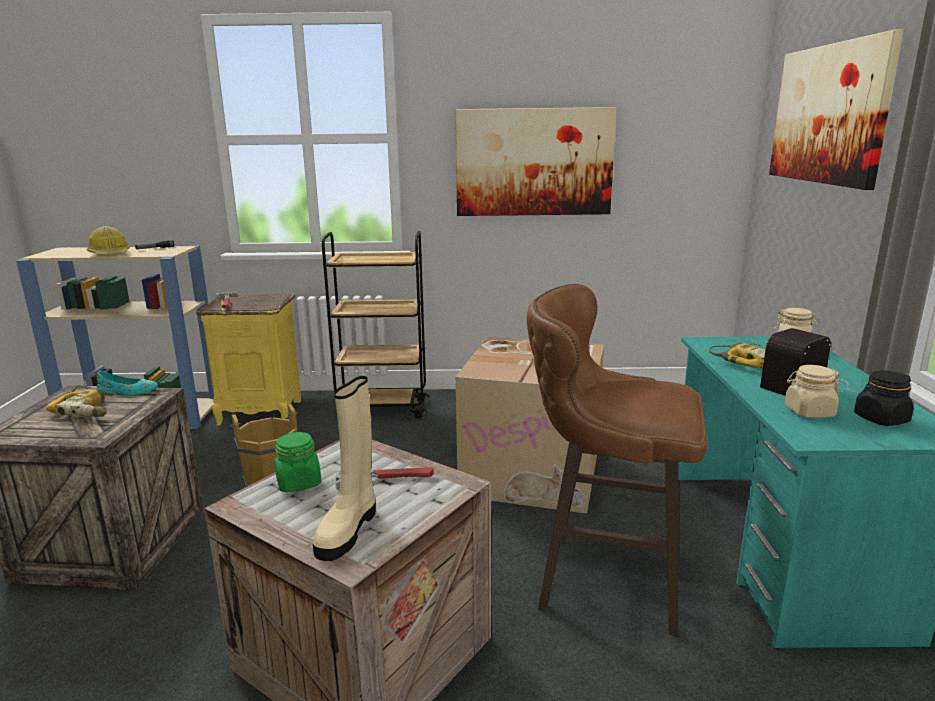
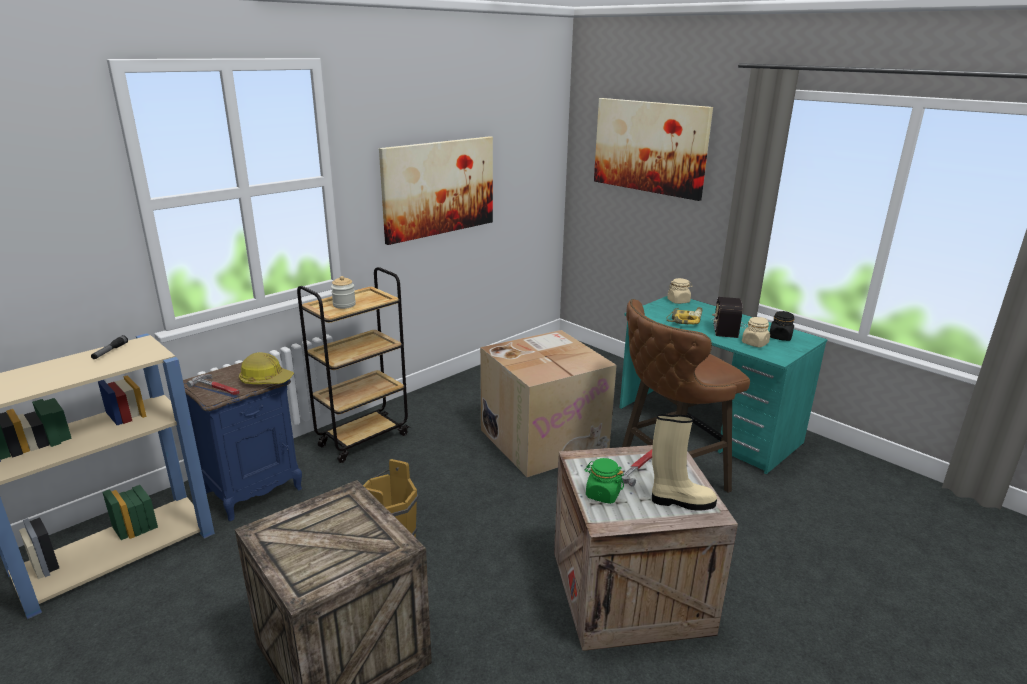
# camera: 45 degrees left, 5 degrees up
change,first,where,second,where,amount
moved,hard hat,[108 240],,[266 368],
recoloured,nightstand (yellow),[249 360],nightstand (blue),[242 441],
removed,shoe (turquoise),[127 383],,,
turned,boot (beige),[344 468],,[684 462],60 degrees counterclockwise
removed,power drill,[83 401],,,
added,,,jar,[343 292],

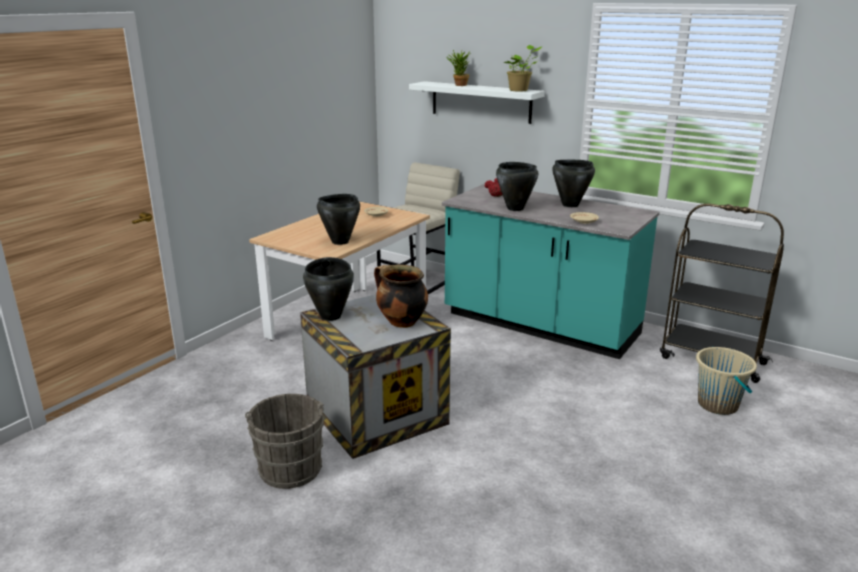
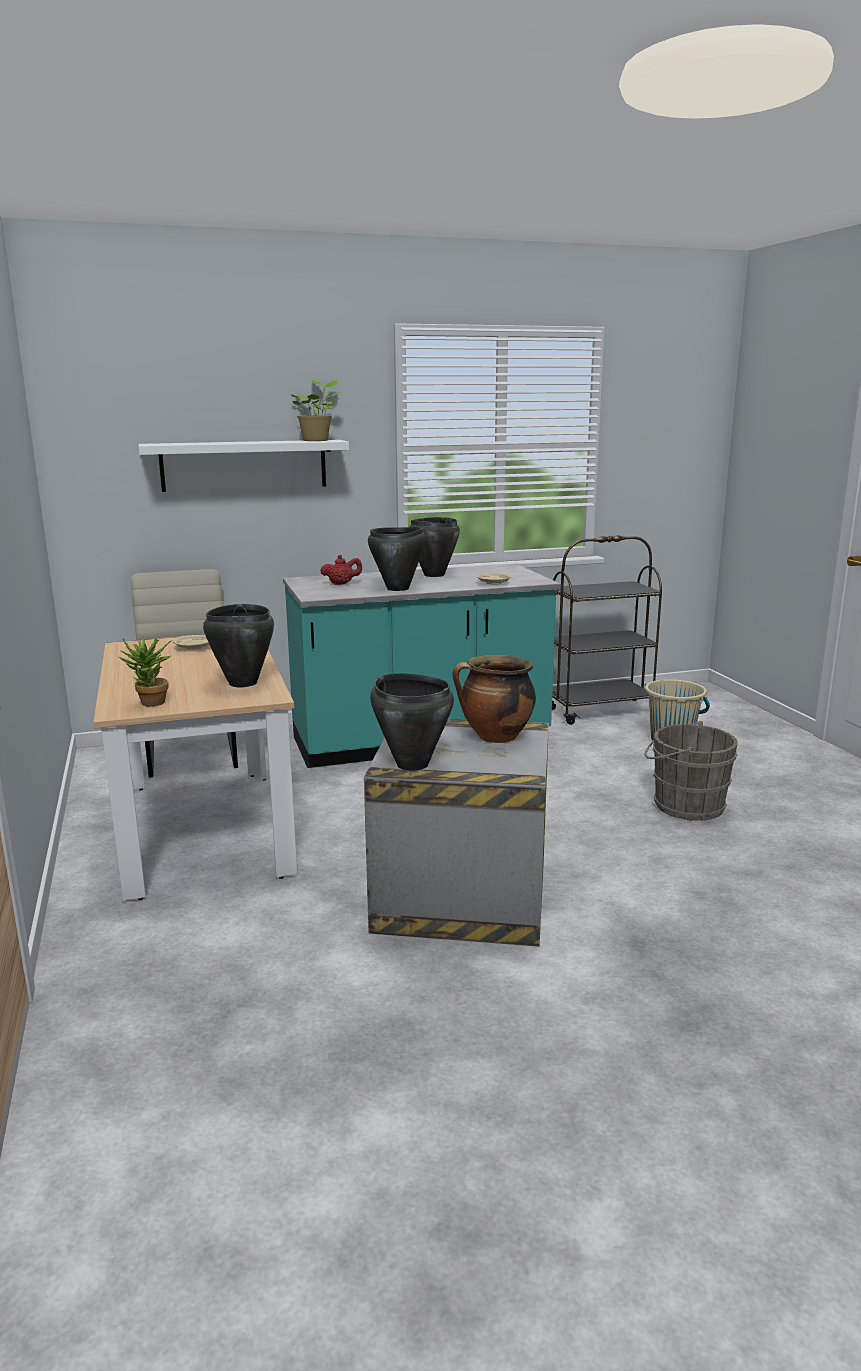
# camera: 50 degrees left, 5 degrees down
change,first,where,second,where,amount
moved,potted plant,[458 68],,[146 670],
moved,bucket (grey),[284 441],,[691 771],

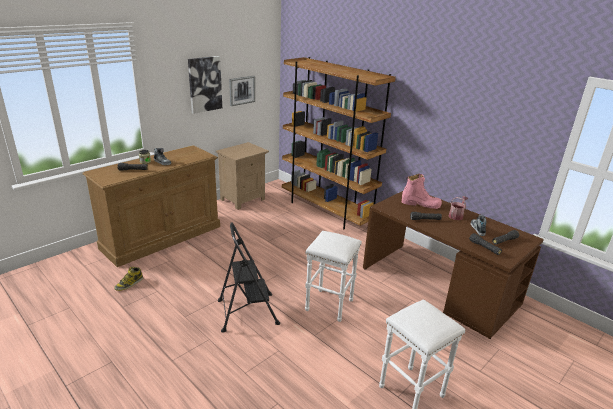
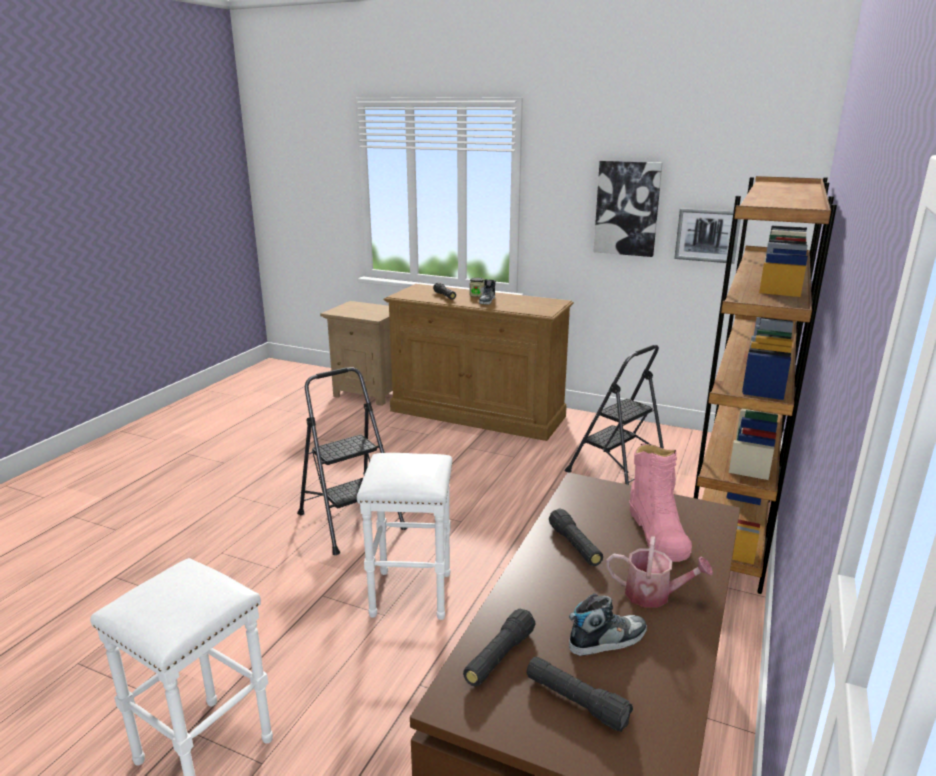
# camera: 70 degrees right, 5 degrees down
change,first,where,second,where,amount
moved,nightstand (beige),[242 176],,[356 353],
removed,boot,[128 279],,,
added,,,step ladder (black),[614 415],

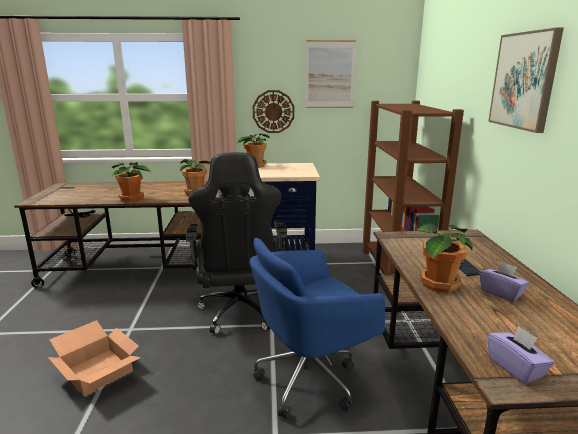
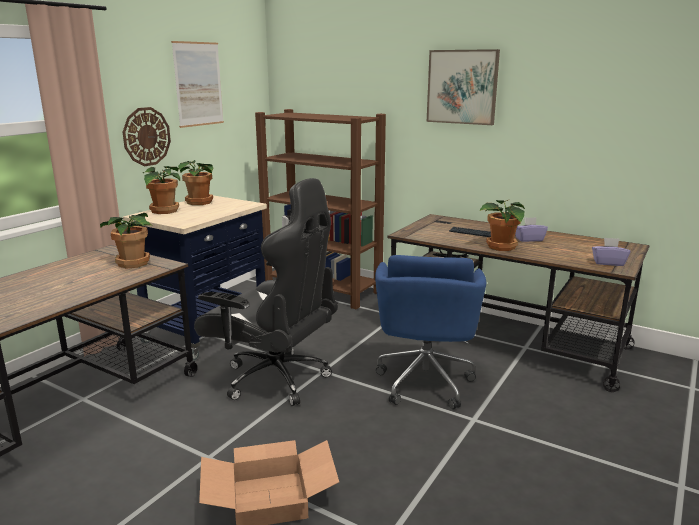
# camera: 55 degrees left, 0 degrees up
change,first,where,second,where,amount
moved,potted plant,[131 182],,[195 182],

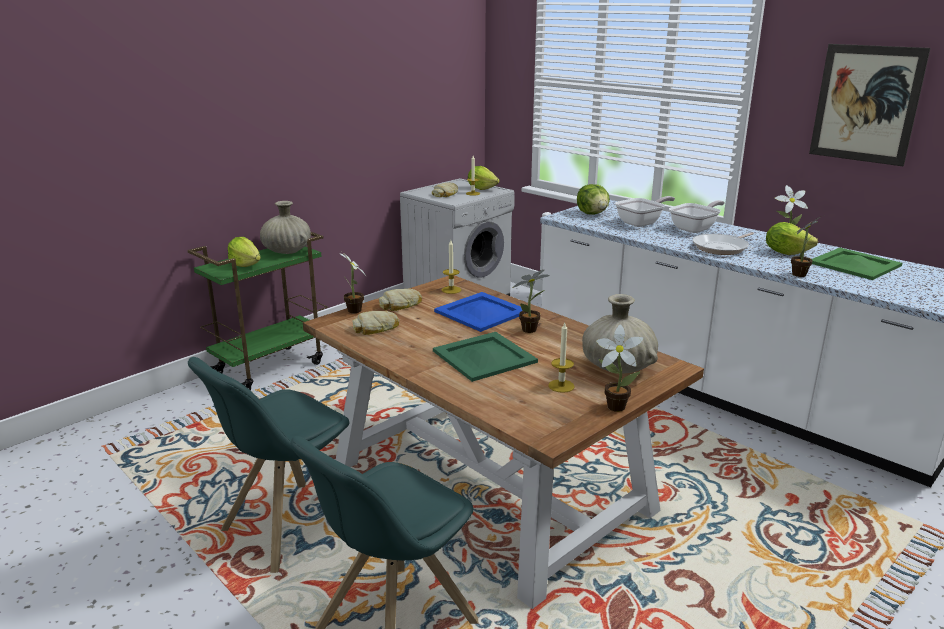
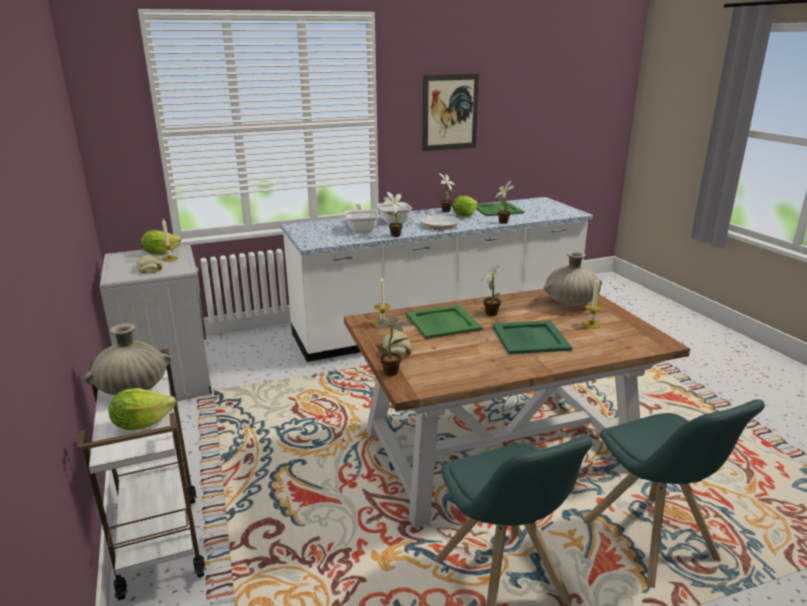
# camera: 65 degrees left, 0 degrees up
change,first,where,second,where,amount
removed,lettuce,[593 199],,,
recoloured,cart (green),[257 311],cart (white),[141 474],
recoloured,tray (blue),[478 312],tray (green),[444 322],
removed,bread,[375 323],,,
moved,potted plant,[620 368],,[395 214],

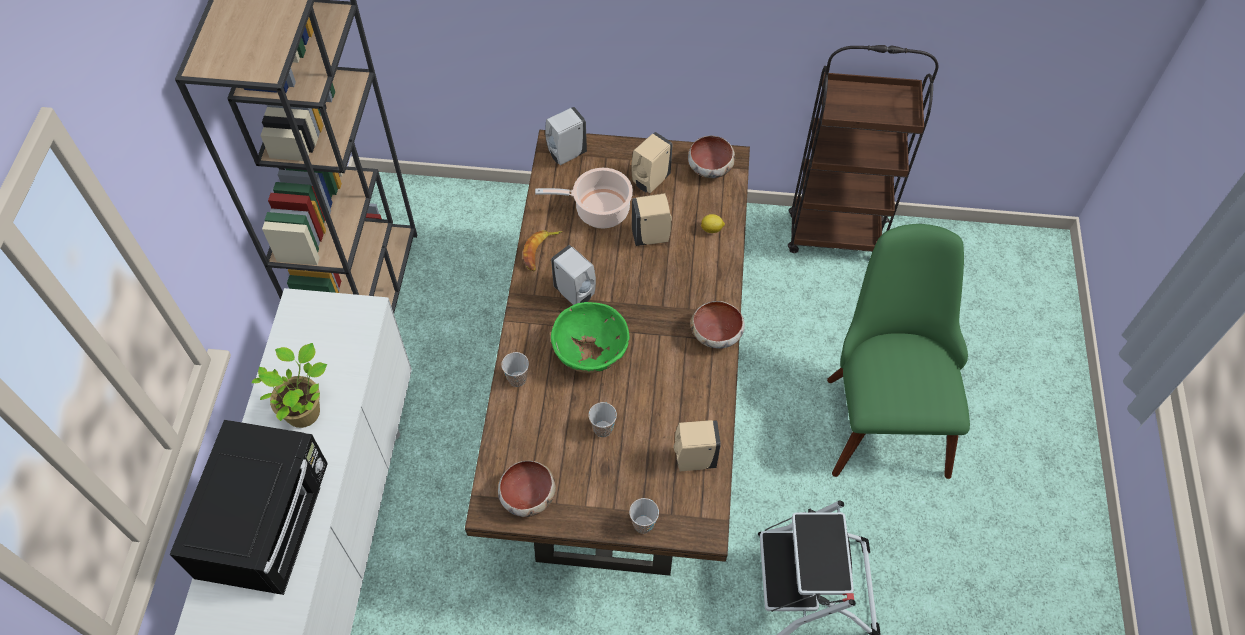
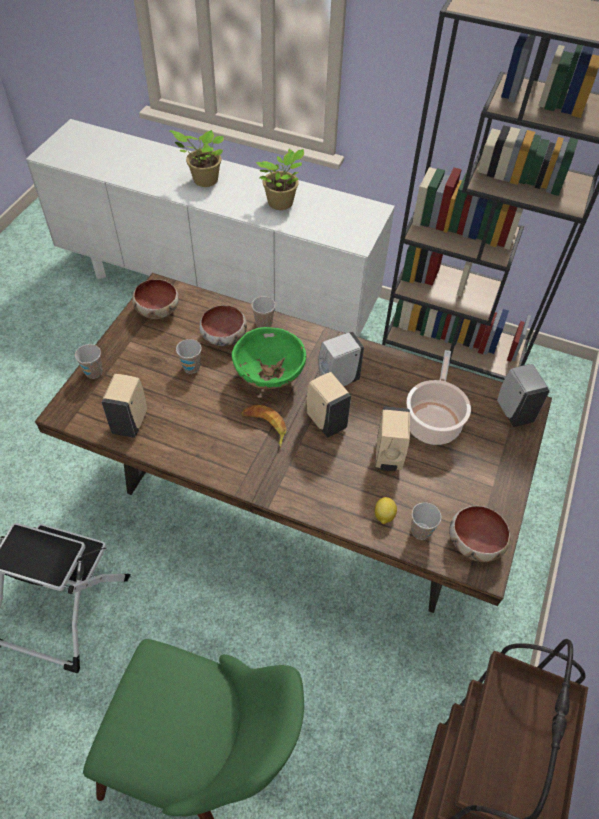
# camera: 105 degrees right, 5 degrees down
change,first,where,second,where,amount
moved,soap dispenser (beige),[651 162],,[329 405],
moved,banana,[542 250],,[264 426],
moved,bowl,[718 325],,[223 325],
replaced,microwave (black),[249 507],potted plant,[197 158],
added,,,cup,[426 521],

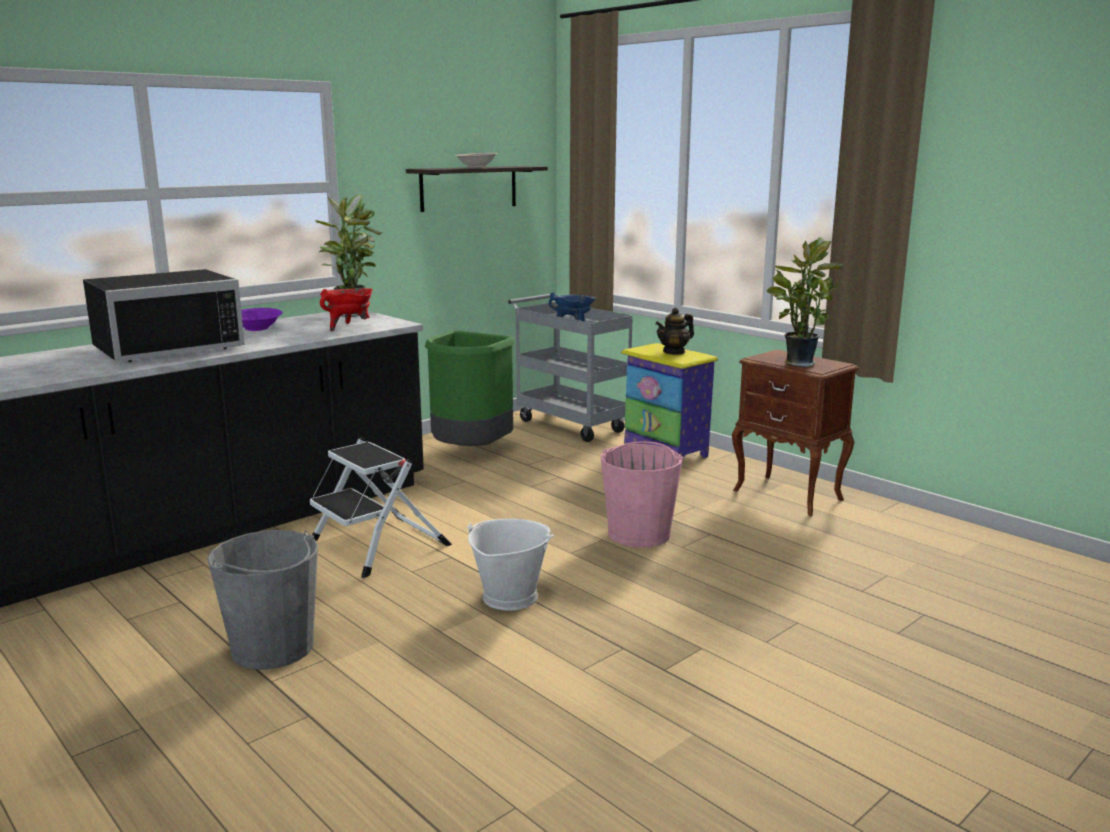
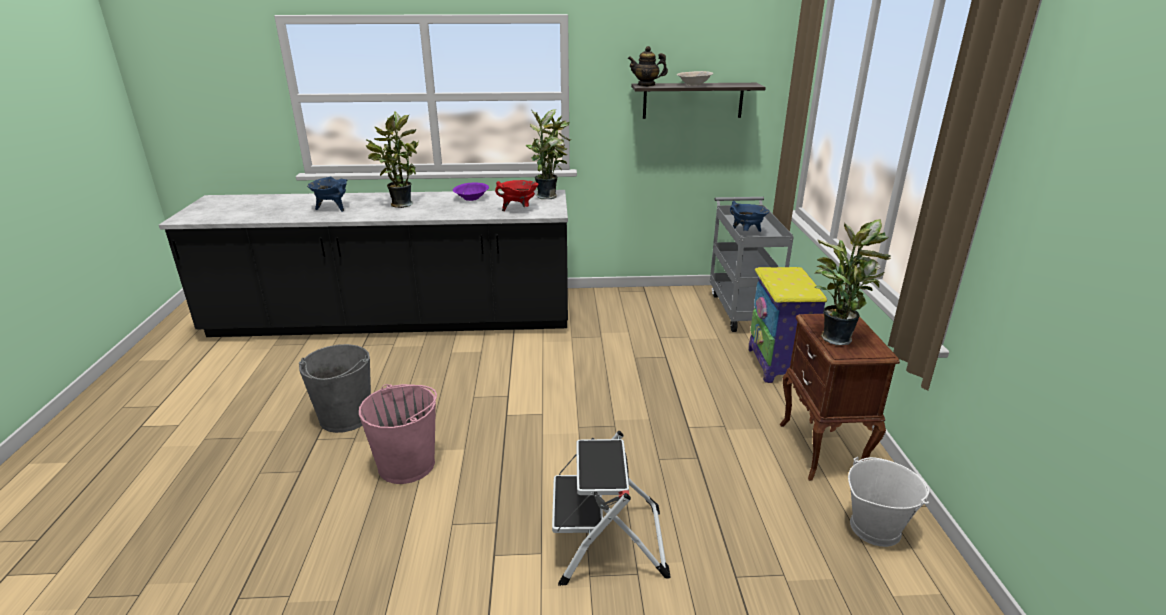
# camera: 40 degrees right, 10 degrees up
change,first,where,second,where,amount
replaced,microwave (black),[164 315],potted plant,[392 159],
moved,teapot,[674 331],,[648 66],
removed,trash can (green),[470 388],,,
moved,step ladder,[381 507],,[611 508],
moved,bucket (pink),[642 494],,[398 434],
moved,bucket (white),[510 564],,[889 502],
added,,,cooking pot (blue),[327 194],

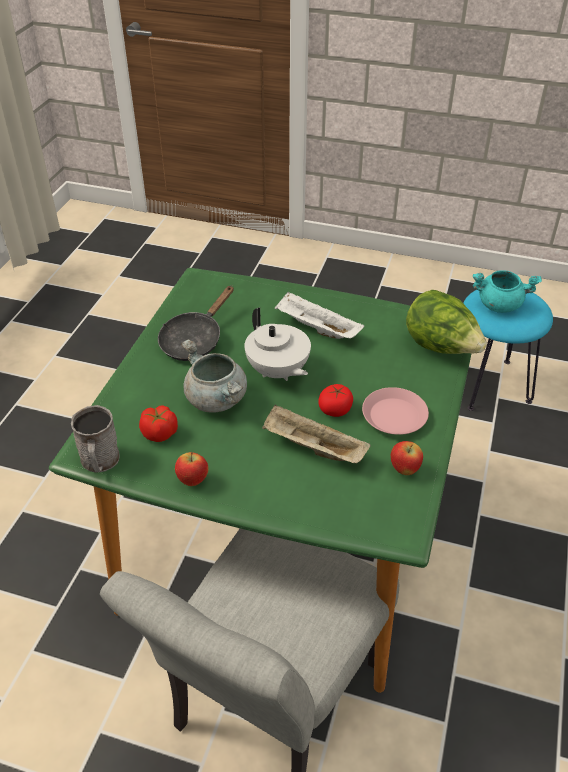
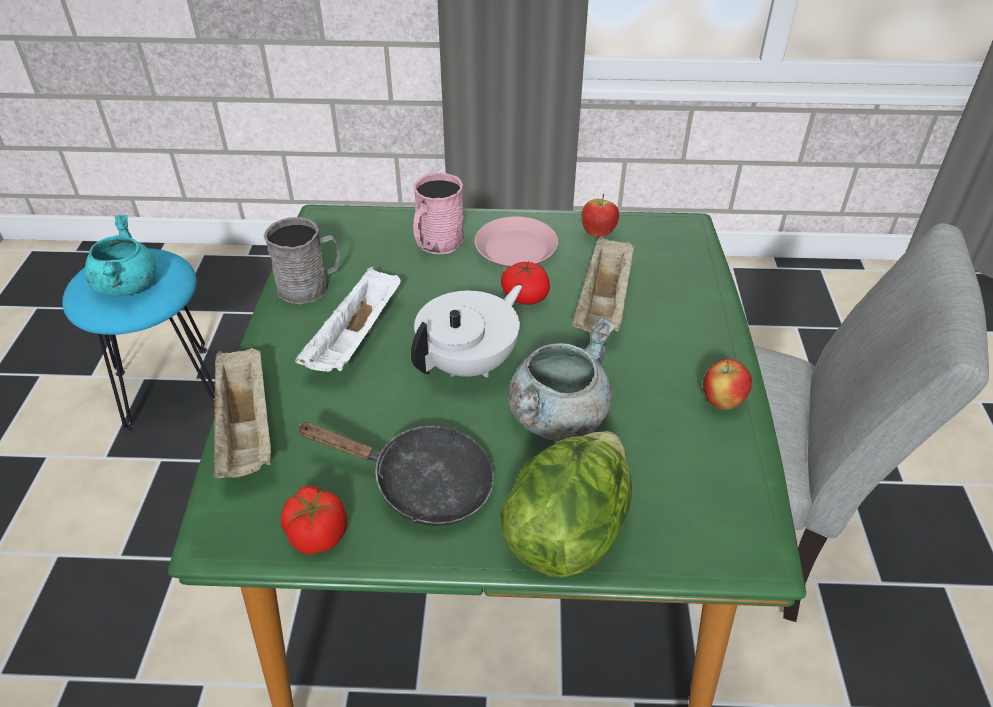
# camera: 105 degrees left, 0 degrees up
change,first,where,second,where,amount
moved,lettuce,[446 322],,[566 504],
moved,mug (grey),[95 438],,[302 260],
moved,tomato,[158 423],,[314 520],
added,,,mug (pink),[438 213],
added,,,tray (beige),[242 413],

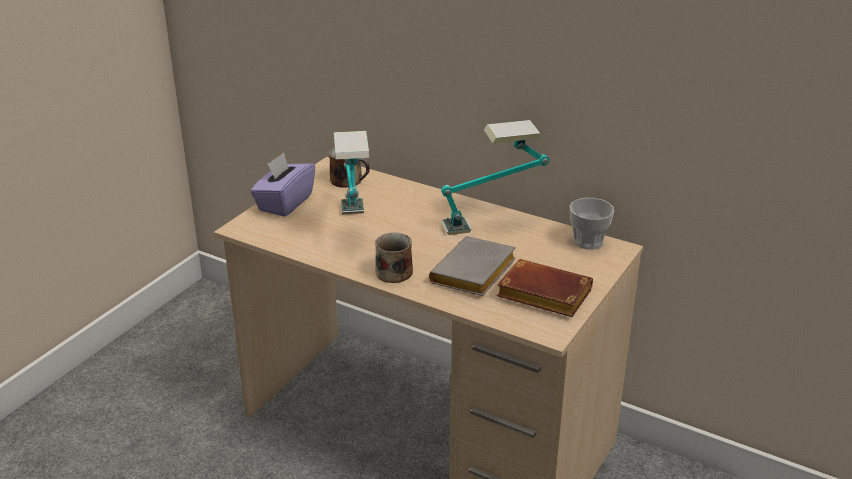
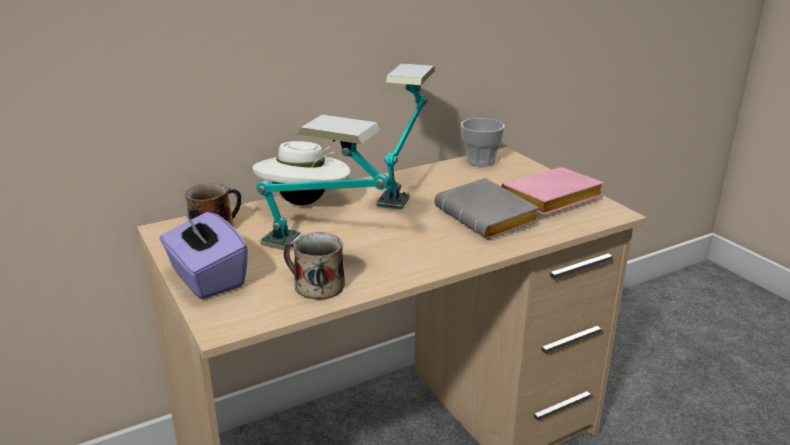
# camera: 60 degrees left, 5 degrees down
change,first,where,second,where,amount
moved,mug,[394 258],,[314 266],
recoloured,book (brown),[545 288],book (pink),[552 191],
added,,,hat (white),[301 173],

